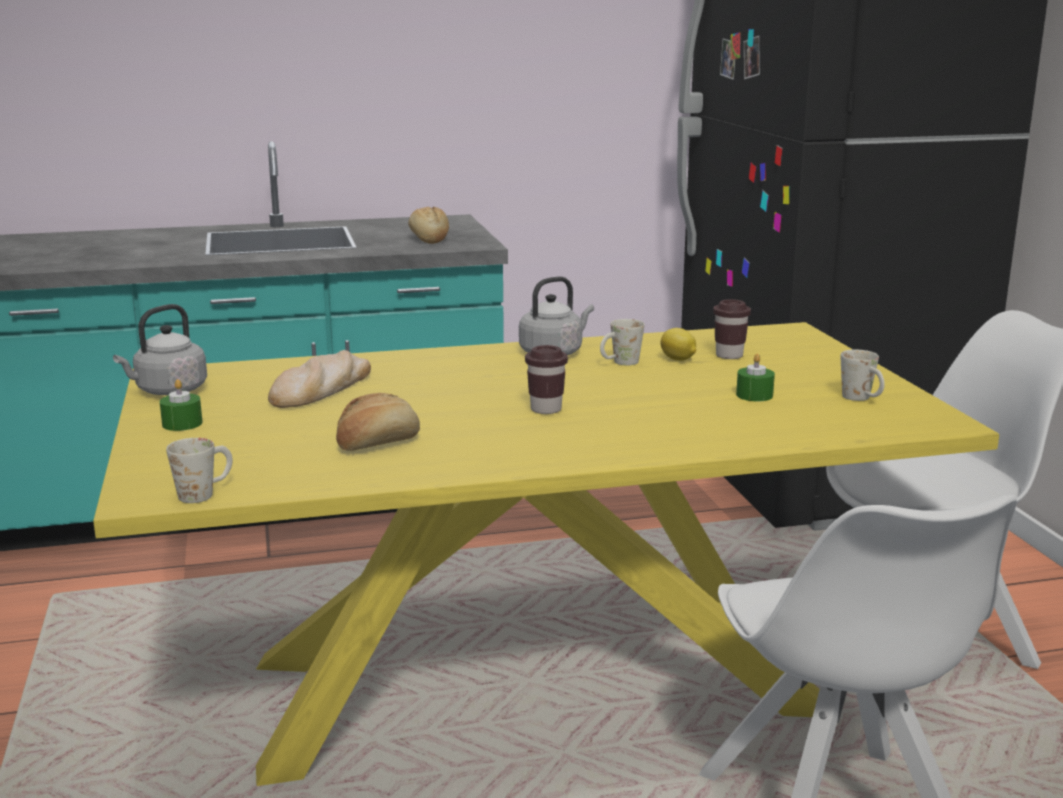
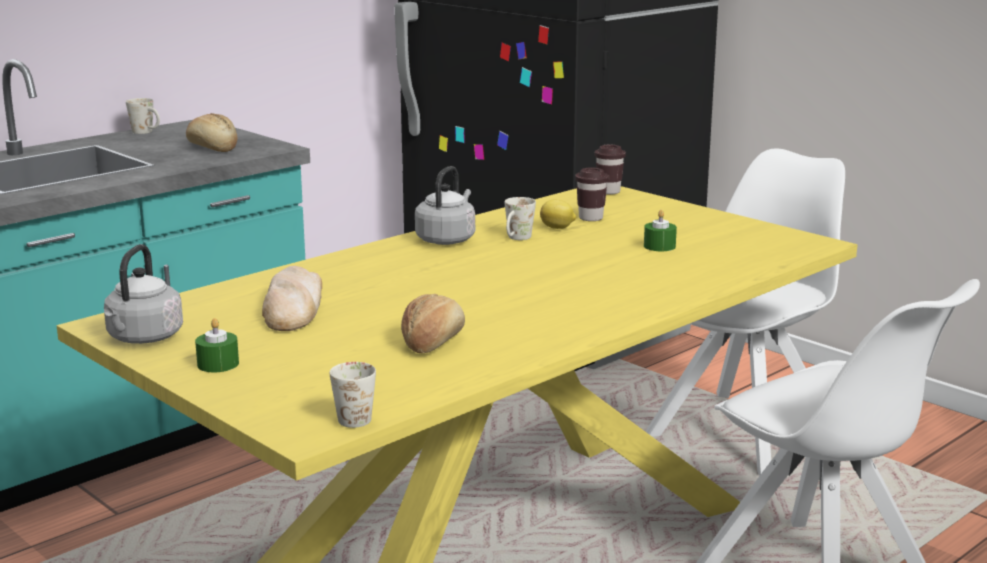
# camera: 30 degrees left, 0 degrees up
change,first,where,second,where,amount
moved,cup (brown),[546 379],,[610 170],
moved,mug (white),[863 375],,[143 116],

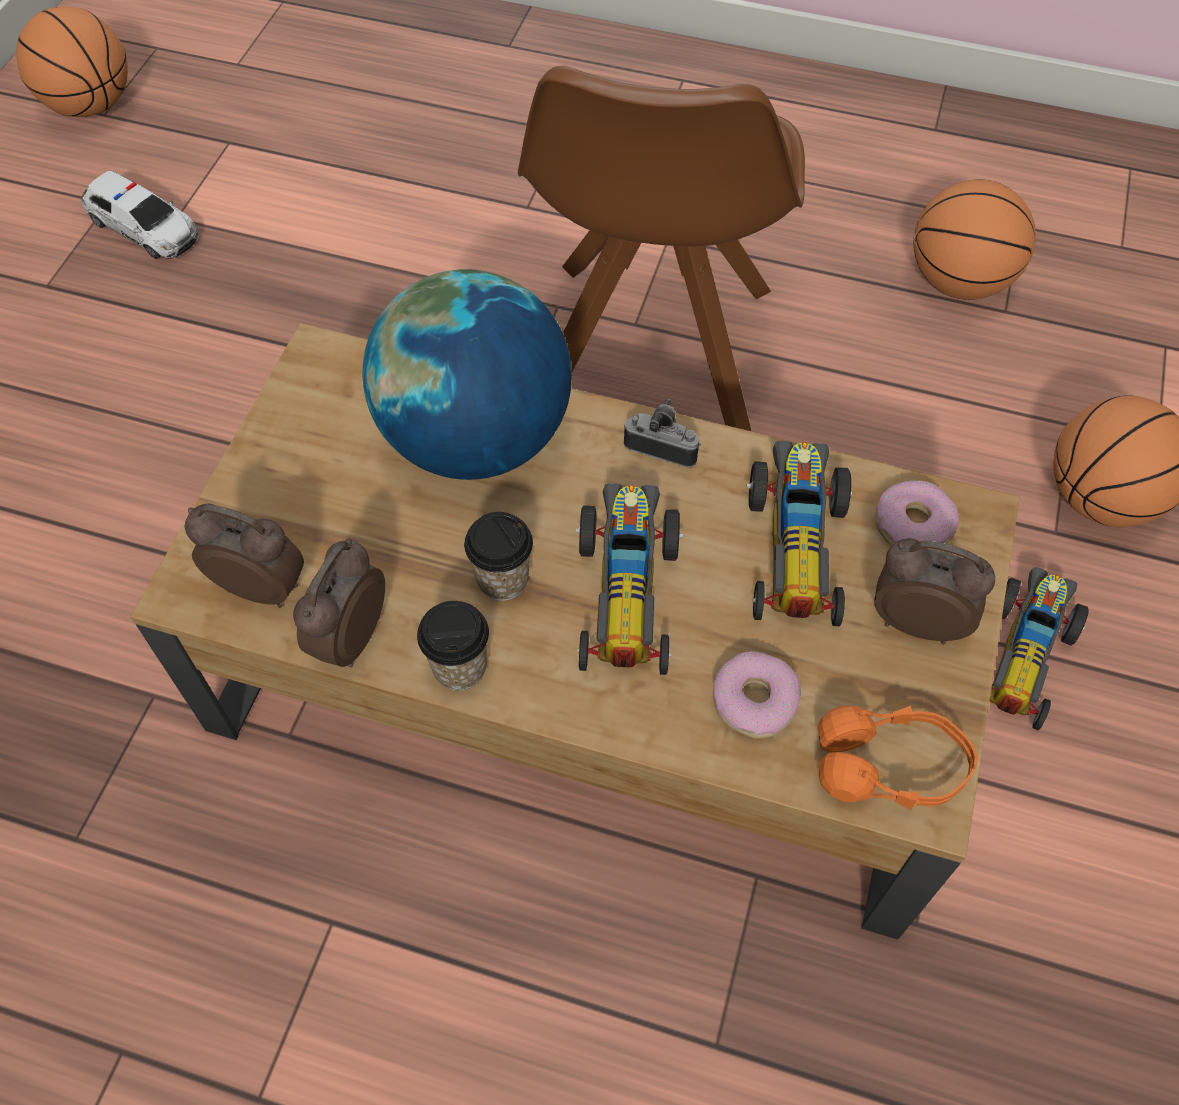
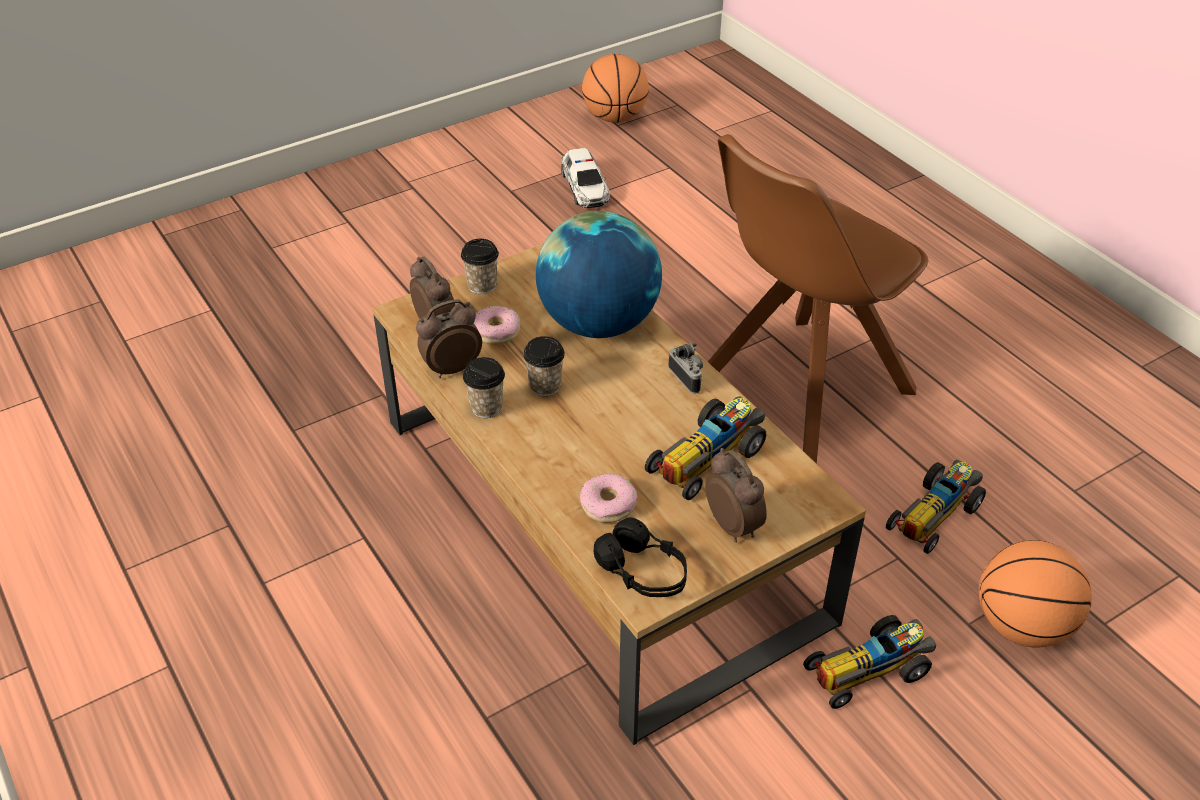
# camera: 40 degrees right, 15 degrees down
change,first,where,second,where,amount
removed,basketball,[974 240],,,
moved,donut,[917 515],,[497 325],
moved,toy car,[629 579],,[936 507],
recoloured,headphones (orange),[898 758],headphones (black),[640 557],
added,,,cup,[480 266],

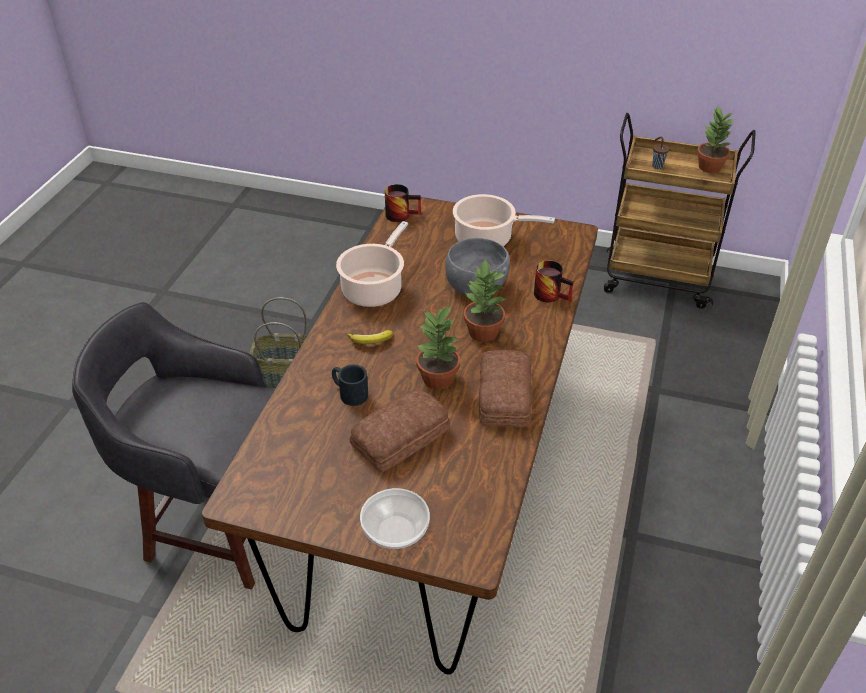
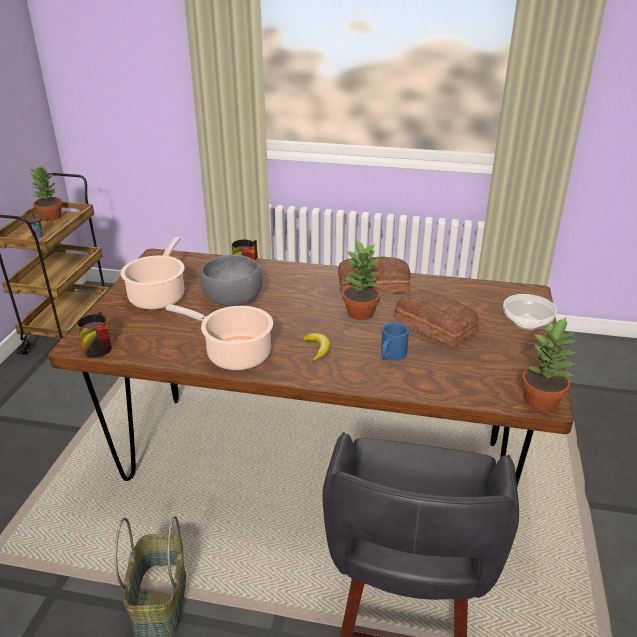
# camera: 95 degrees left, 10 degrees down
change,first,where,second,where,amount
moved,potted plant,[485 301],,[549 364],
recoloured,mug (black),[350 385],mug (blue),[395 341],

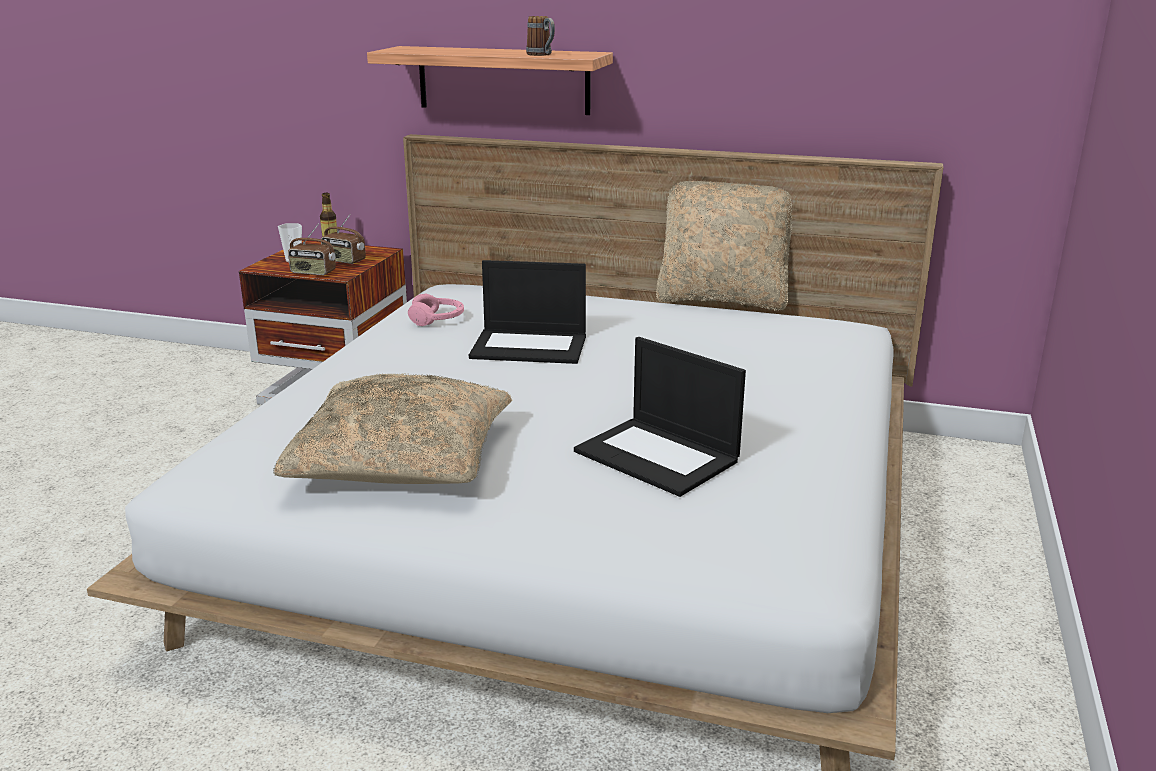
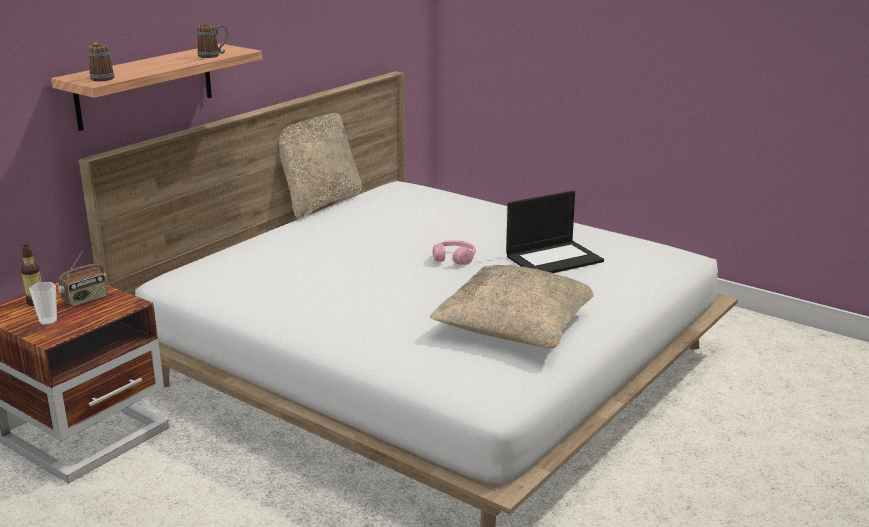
# camera: 70 degrees left, 0 degrees up
change,first,where,second,where,amount
removed,radio,[312 250],,,
removed,laptop,[527 312],,,
moved,headphones (pink),[436 309],,[454 253],
added,,,mug,[101 62],

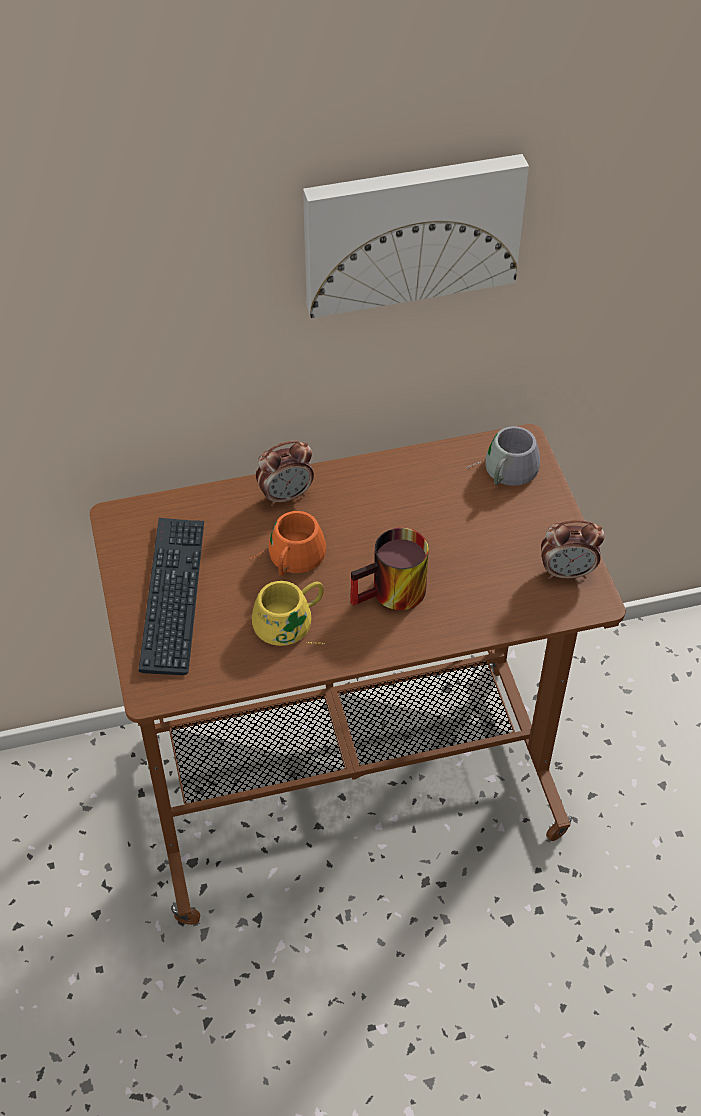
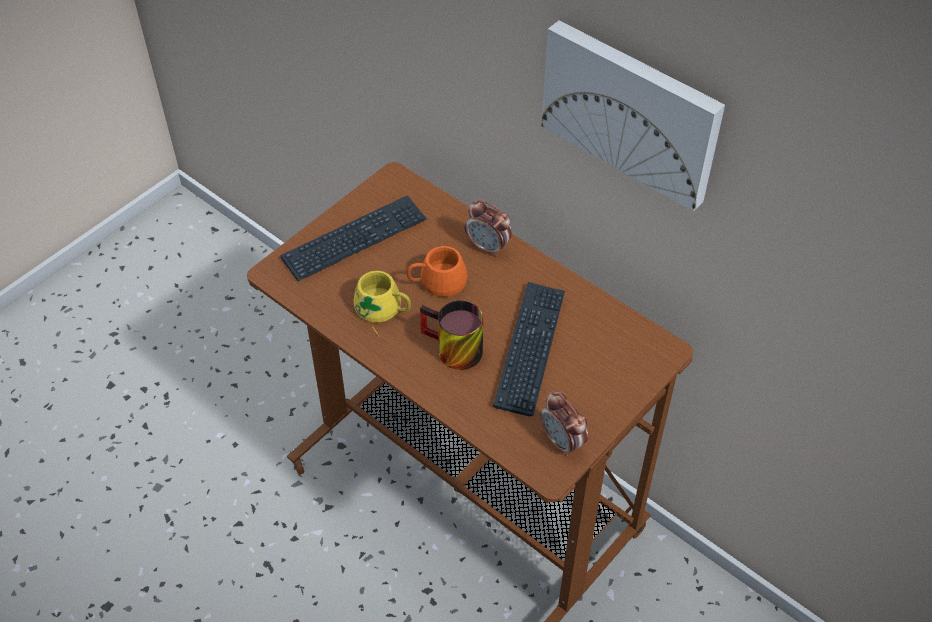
# camera: 55 degrees right, 0 degrees up
change,first,where,second,where,amount
removed,mug (grey),[503 456],,,
added,,,keyboard,[529 349],

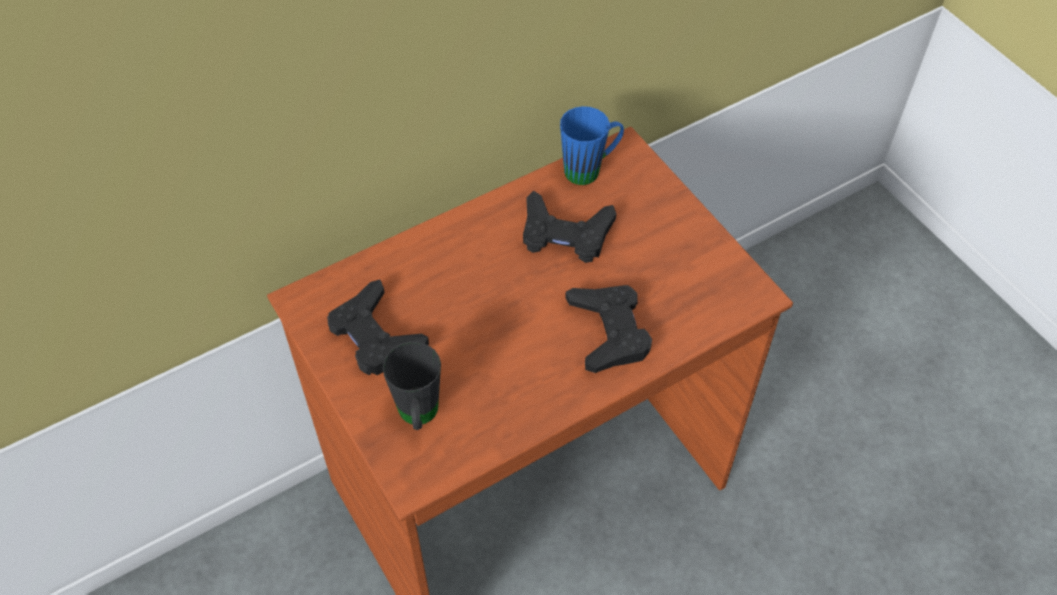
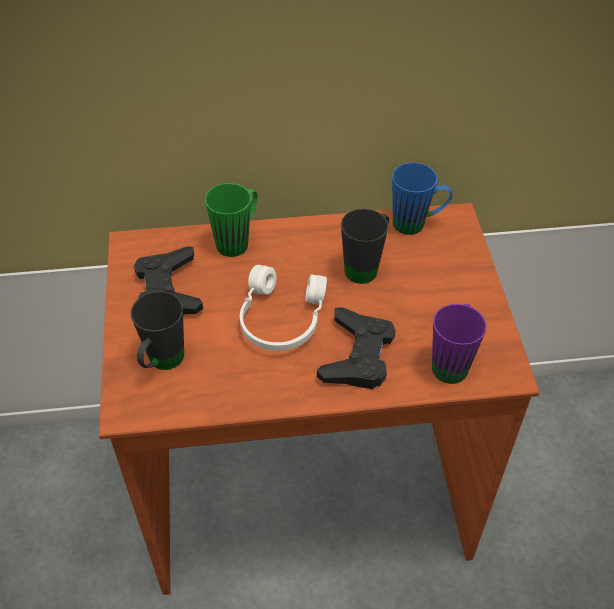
# camera: 25 degrees right, 5 degrees down
change,first,where,second,where,amount
replaced,game controller (black),[569 227],mug (black),[365 246],
added,,,mug (green),[231 220],
added,,,headphones (white),[283 308],
added,,,mug (purple),[459 344],

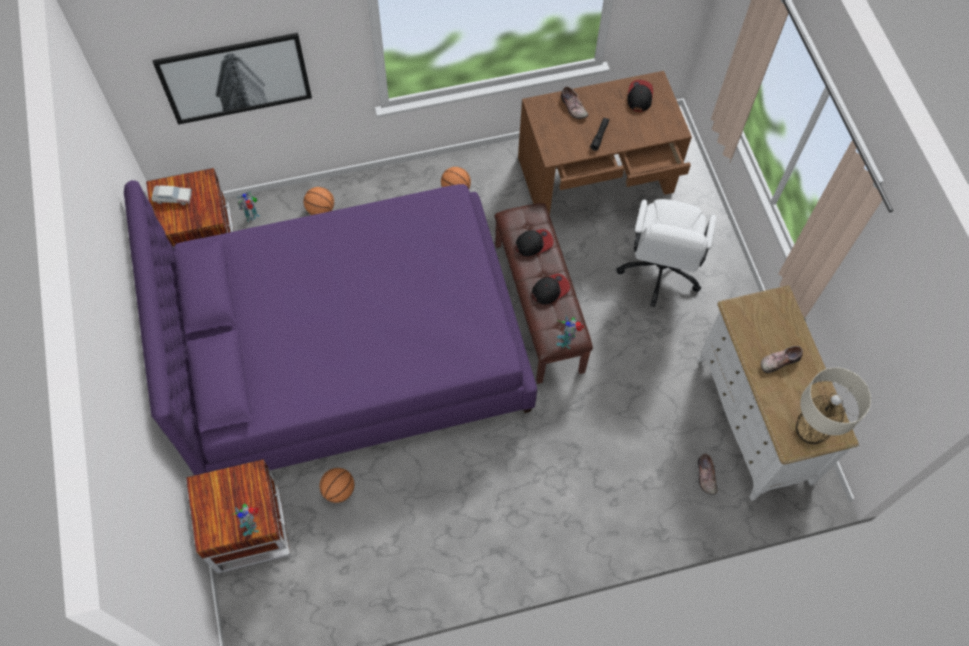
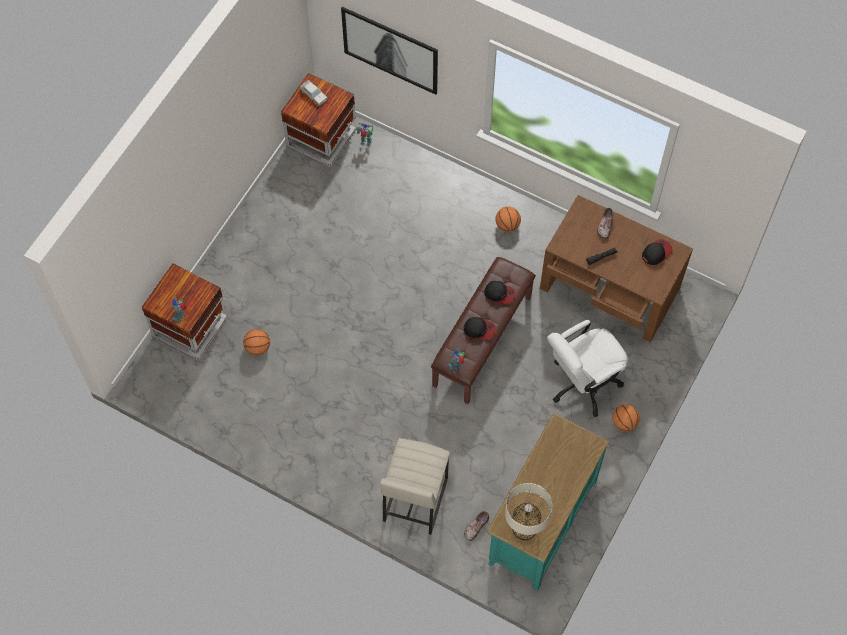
# camera: 45 degrees right, 0 degrees up
change,first,where,second,where,amount
removed,bed (purple),[330 327],,,
moved,basketball,[319 201],,[626 417],
recoloured,dresser (white),[778 393],dresser (turquoise),[548 502],
removed,shoe,[782 359],,,
added,,,stool (beige),[415 486],

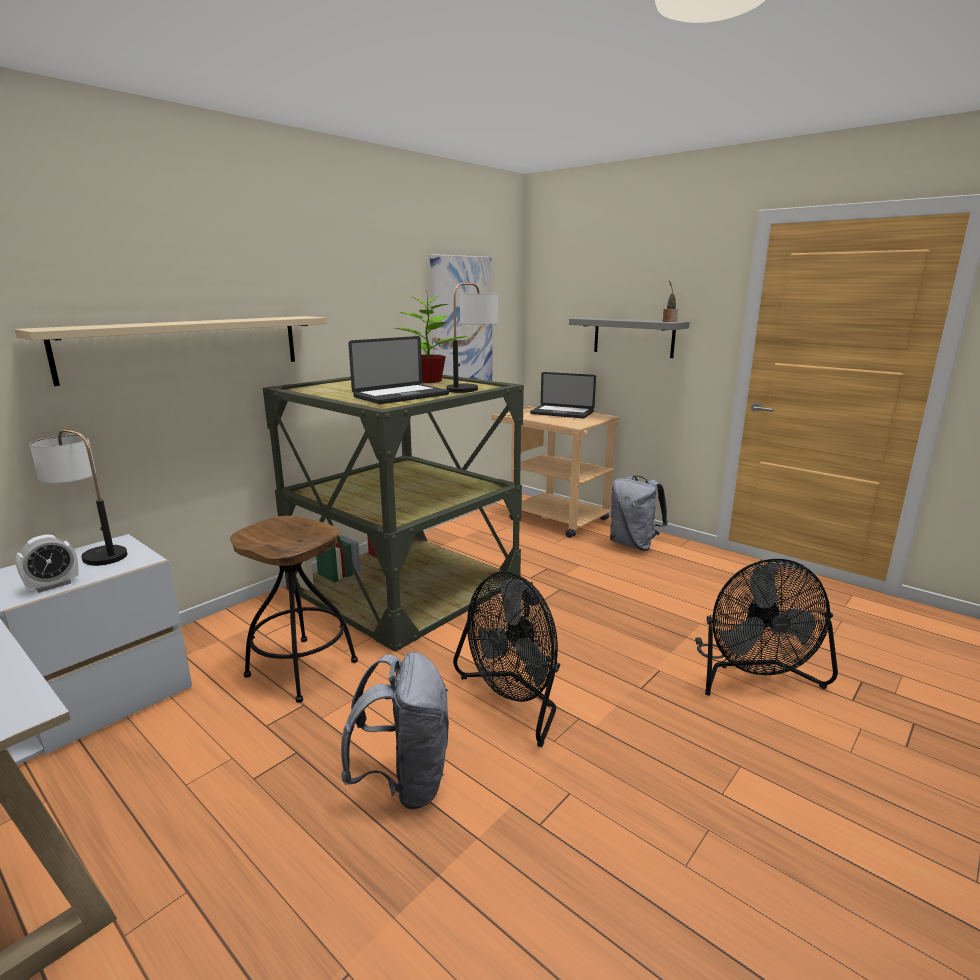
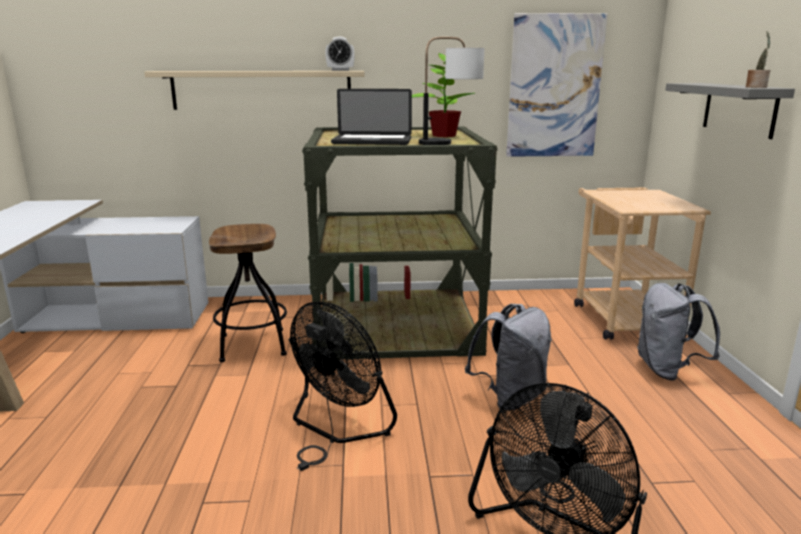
# camera: 45 degrees right, 0 degrees up
change,first,where,second,where,amount
removed,laptop,[563 395],,,
removed,table lamp,[78 497],,,
moved,alarm clock,[47 563],,[340 54],
turned,fan (black),[506 659],,[343 386],120 degrees clockwise
moved,backpack (grey),[395 731],,[508 357],

